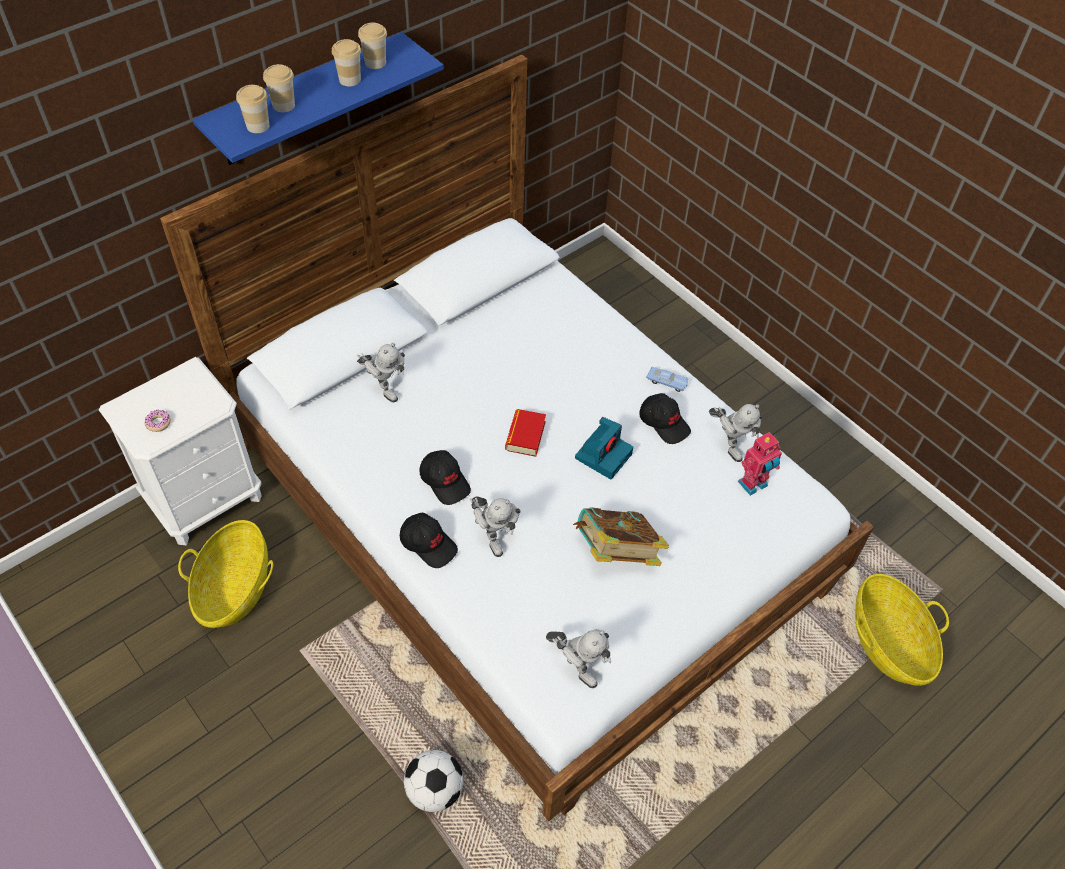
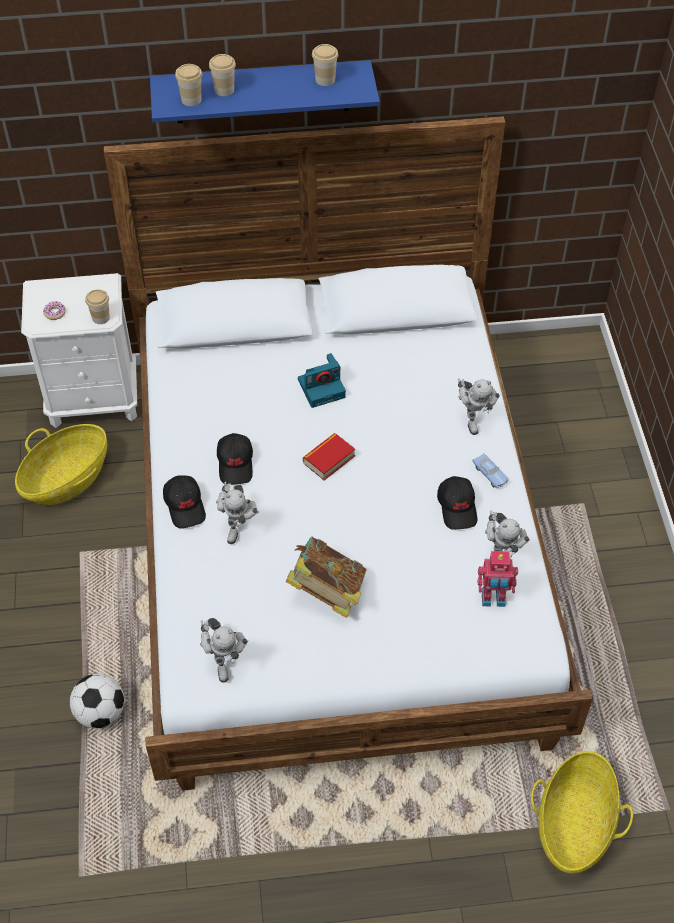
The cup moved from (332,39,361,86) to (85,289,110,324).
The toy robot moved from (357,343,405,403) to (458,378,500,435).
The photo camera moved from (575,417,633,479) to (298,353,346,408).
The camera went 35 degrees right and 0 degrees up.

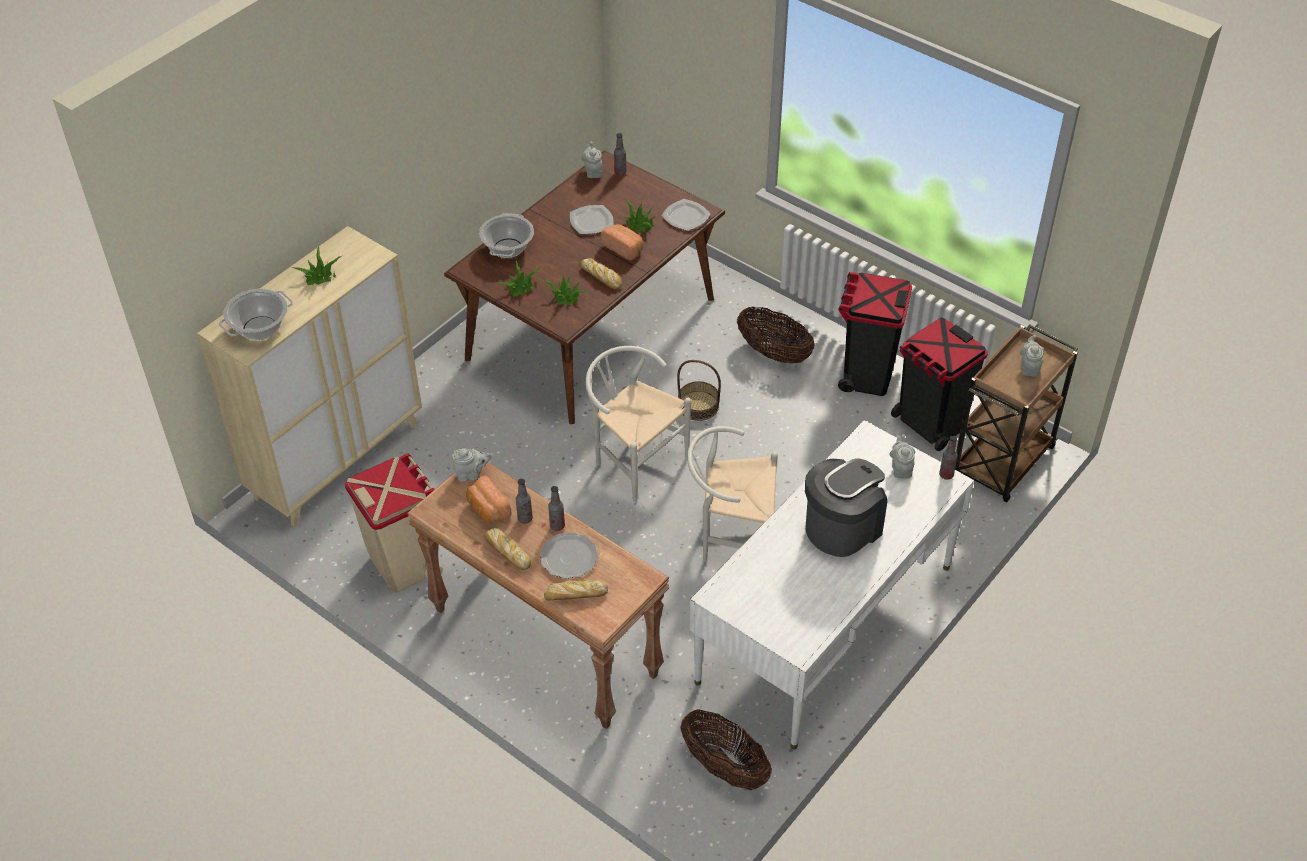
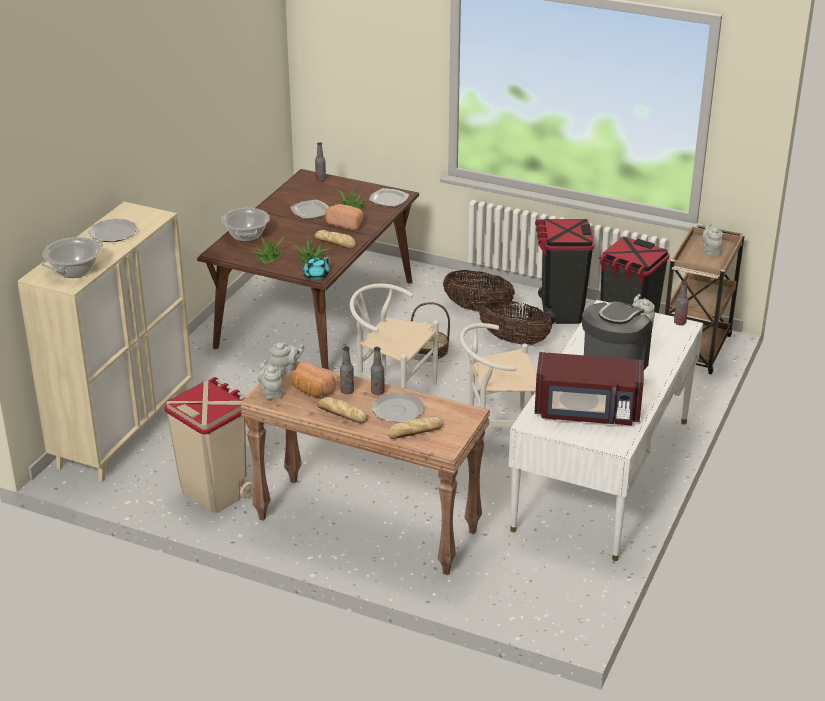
The teapot in turquoise at (301,257,330,280) appeared.
The microwave in red at (535,352,644,426) appeared.
The teapot in grey moved from (581,141,603,178) to (258,360,283,399).
The basket moved from (680,709,772,790) to (479,299,552,345).
The potted plant at (293,246,342,285) was replaced by the plate at (88,219,138,242).
The camera went 15 degrees left and 15 degrees down.

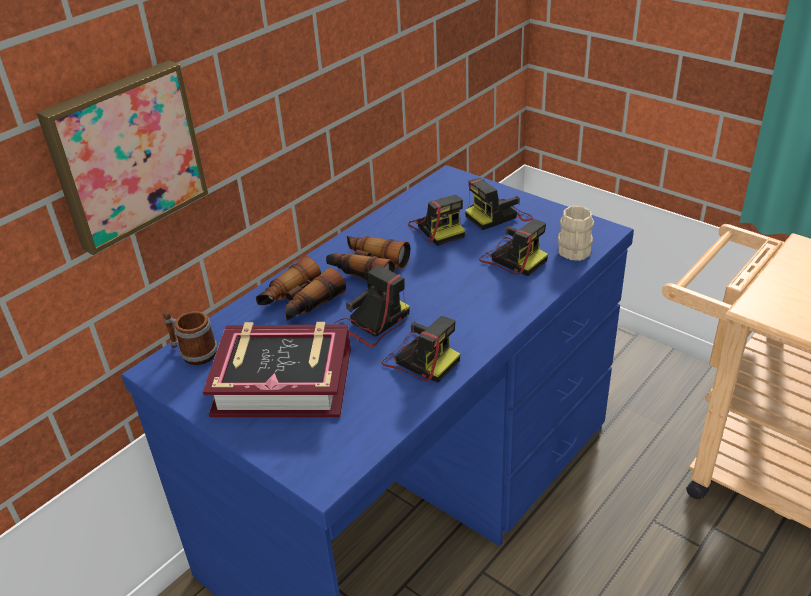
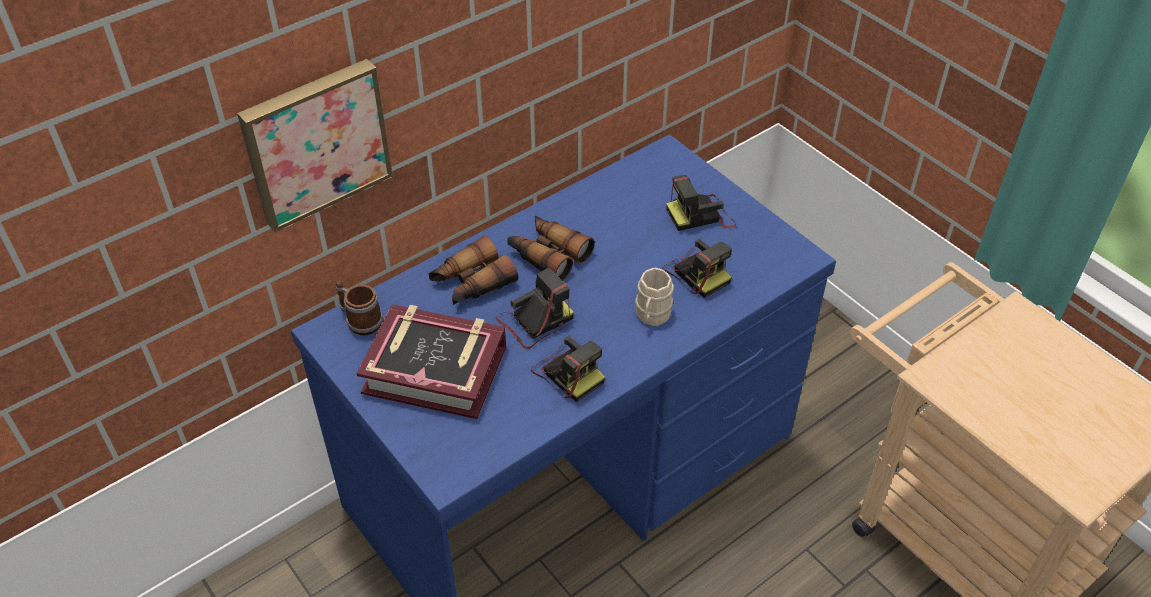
The photo camera at (408,195,465,246) disappeared.
The mug in beige moved from (558,206,594,261) to (635,268,674,326).
The camera went 10 degrees right and 10 degrees up.

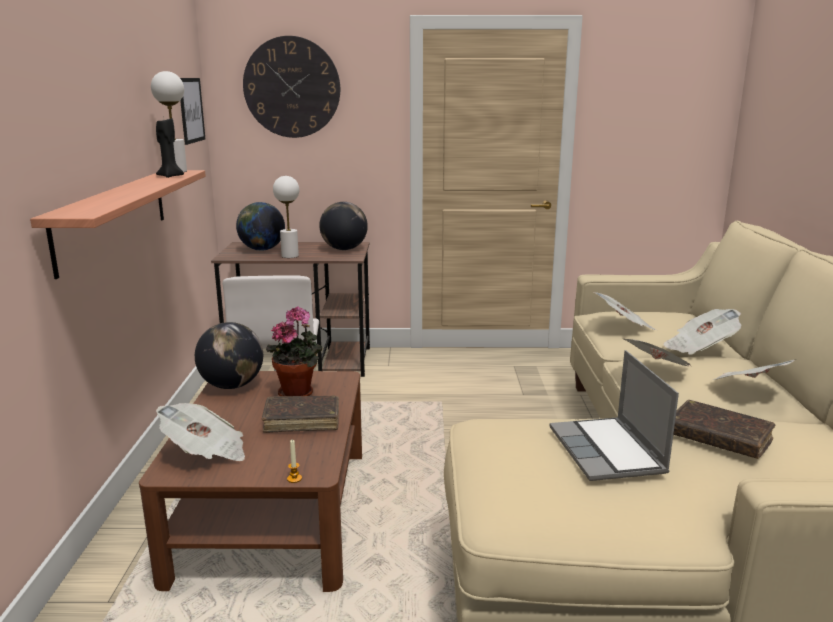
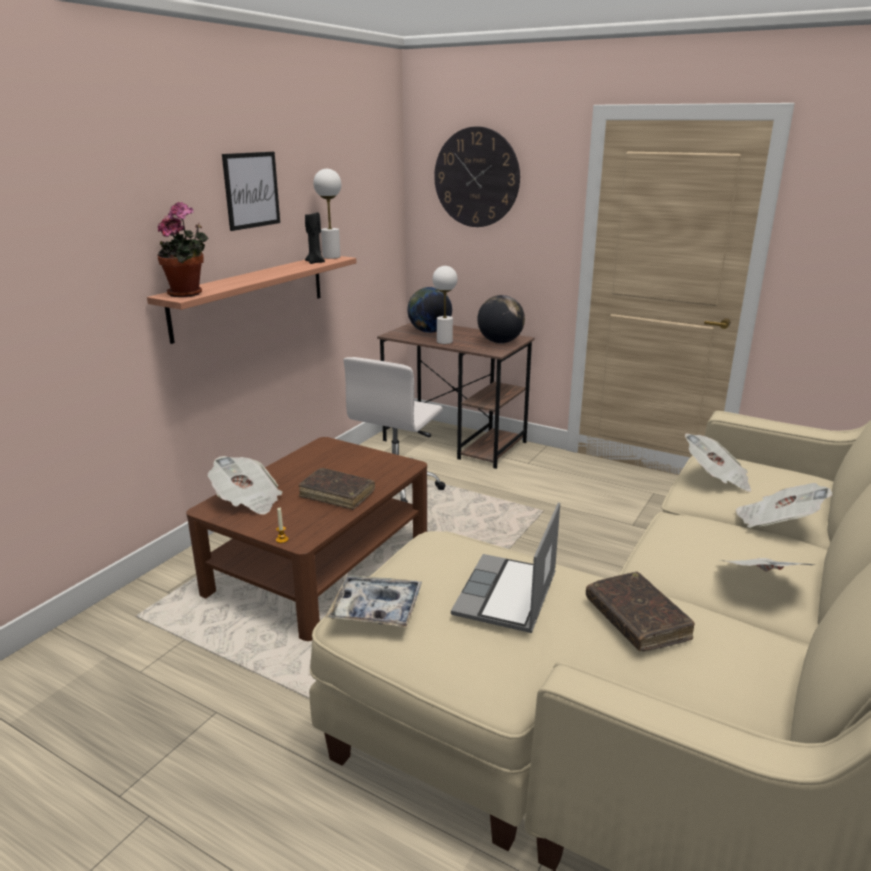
The globe at (195,322,263,389) disappeared.
The newspaper at (624,339,690,366) disappeared.
The tray at (325,575,422,628) appeared.
The picture moved from (180,78,205,145) to (222,152,280,231).
The potted plant moved from (266,306,322,396) to (157,202,209,297).
The camera went 30 degrees right and 5 degrees up.

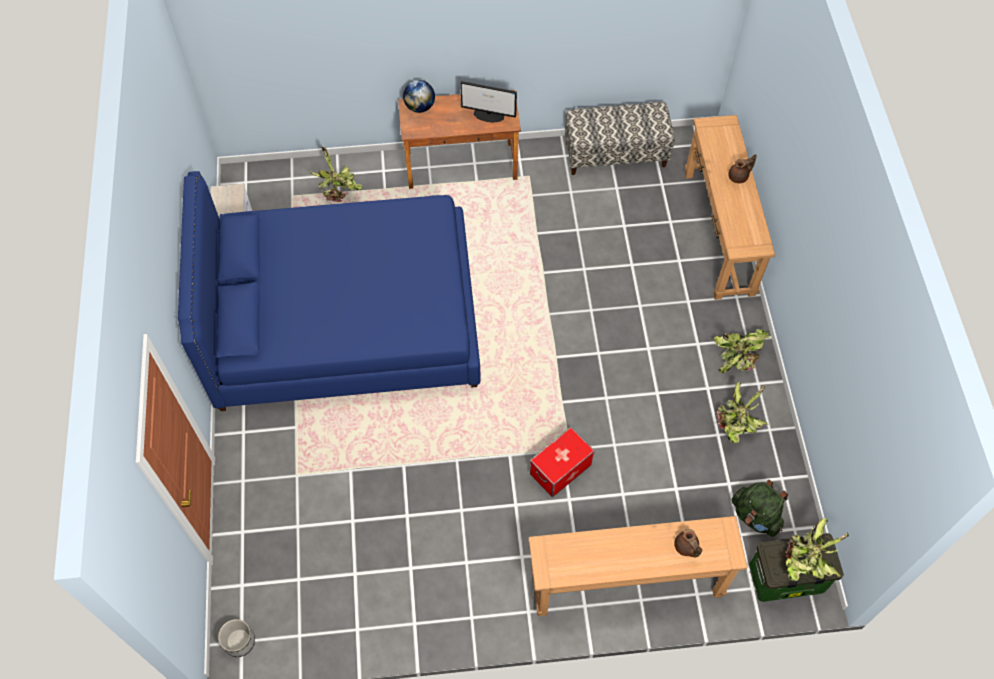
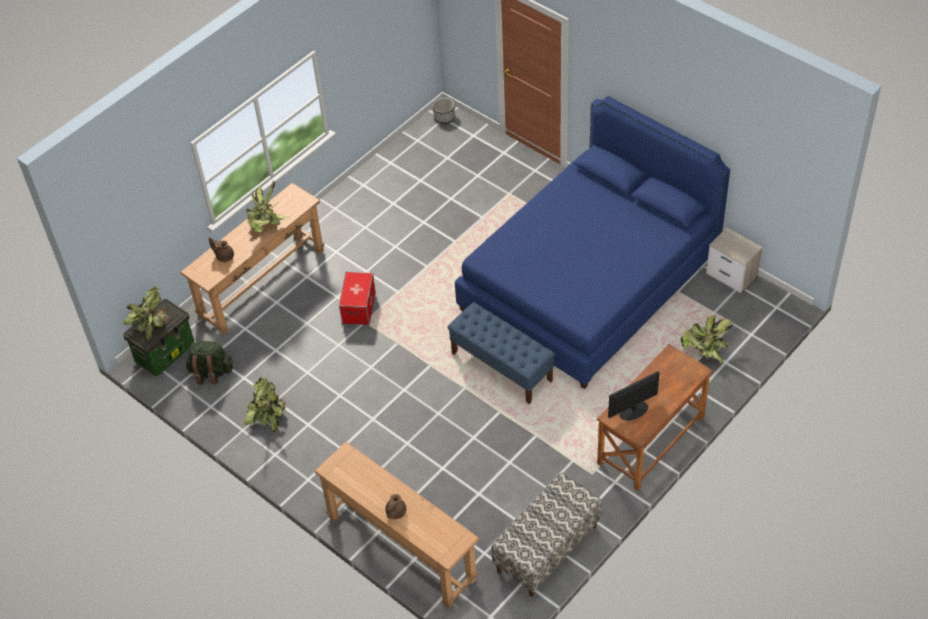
The globe at (403,80,435,113) disappeared.
The bench in blue at (447,302,555,404) appeared.
The potted plant moved from (714,329,770,373) to (246,181,291,232).
The camera went 140 degrees right and 10 degrees down.

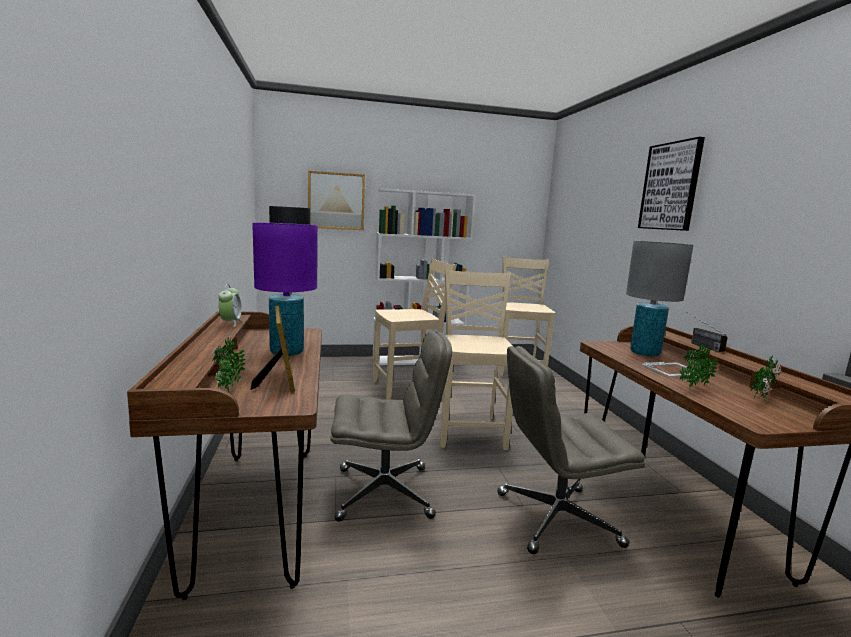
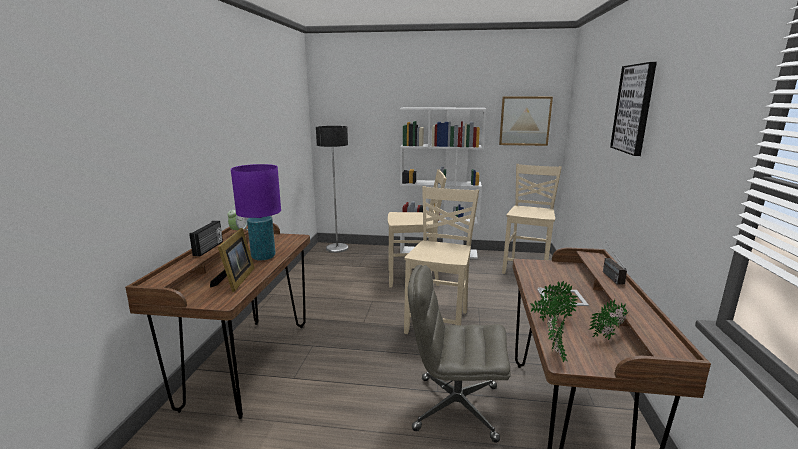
The office chair in grey at (330,331,452,522) disappeared.
The table lamp in grey at (626,241,693,357) disappeared.
The radio at (189,221,223,256) appeared.
The potted plant moved from (212,338,245,393) to (547,308,568,362).
The picture moved from (308,170,365,230) to (499,97,553,146).
The camera went 20 degrees right and 5 degrees up.

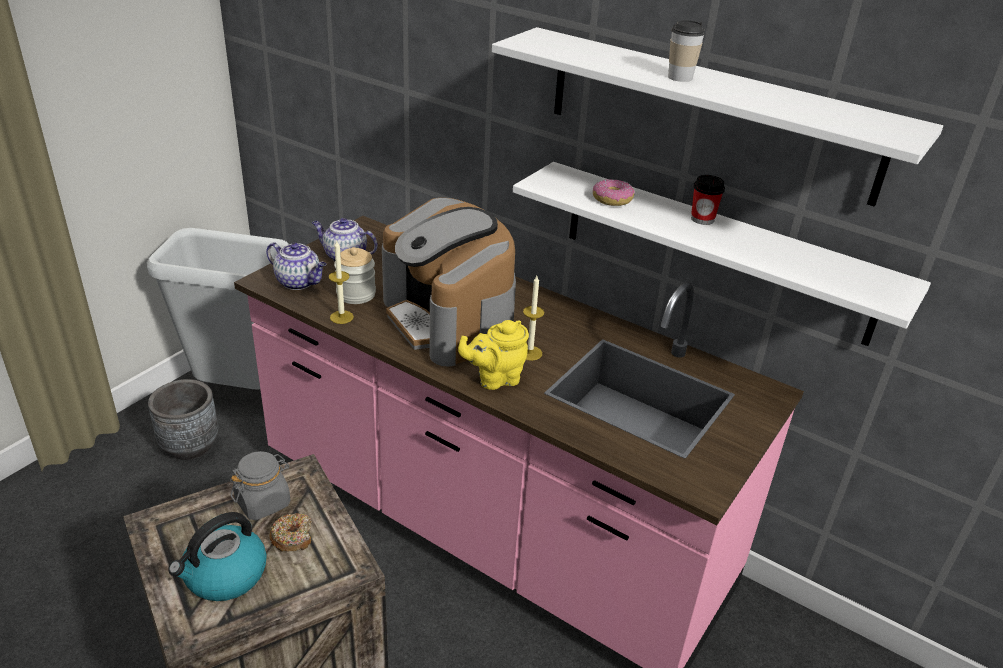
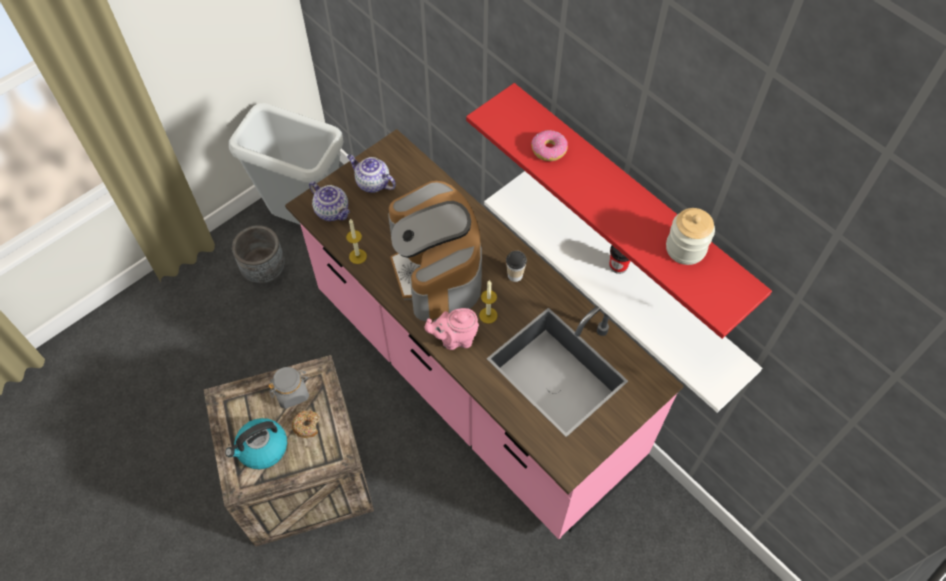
The jar moved from (334,247,376,304) to (666,208,715,265).
The donut moved from (593,179,635,206) to (531,130,568,161).
The cup moved from (668,20,705,82) to (506,251,527,282).
The teapot in yellow at (458,320,529,390) became the teapot in pink at (425,308,479,350).
The shelf in white at (492,27,943,207) became the shelf in red at (466,83,772,339).
The camera went 15 degrees right and 25 degrees up.

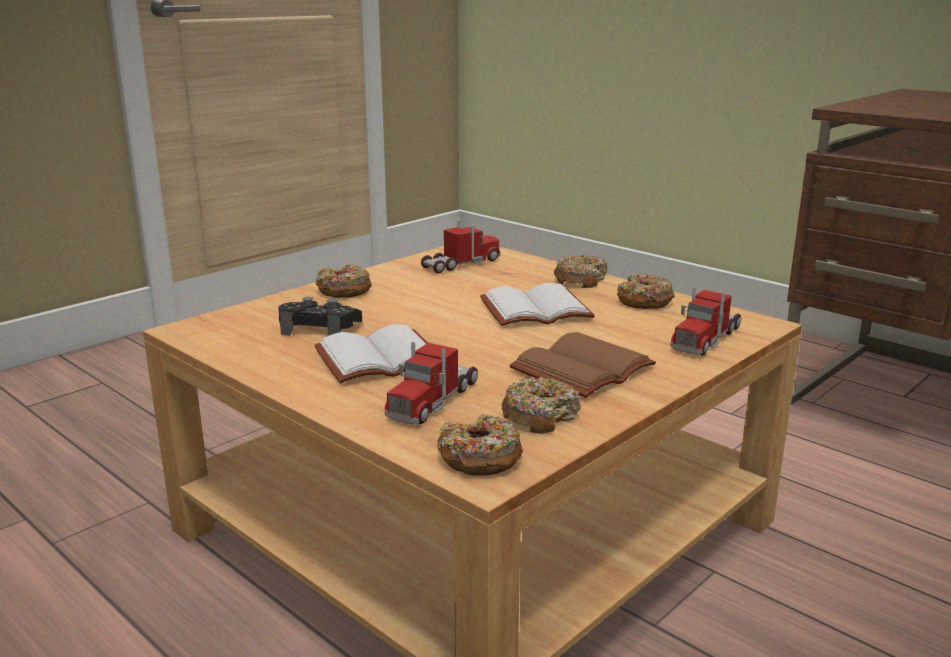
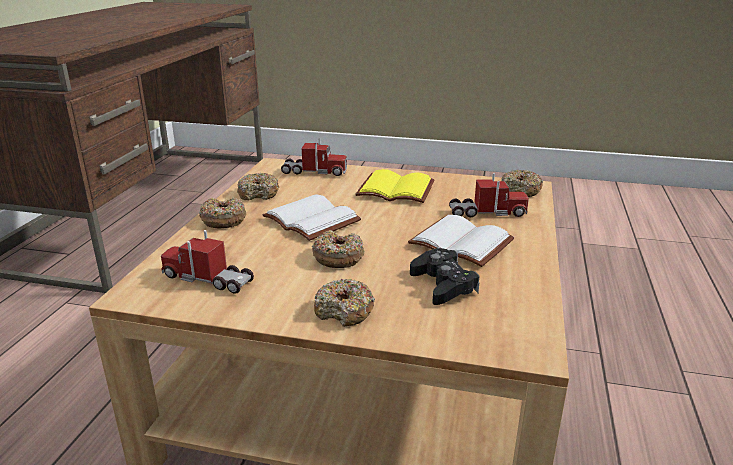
The donut moved from (501,377,581,433) to (312,230,364,268).
The book in brown at (509,332,656,398) became the book in yellow at (355,169,435,203).
The camera went 120 degrees left and 5 degrees up.

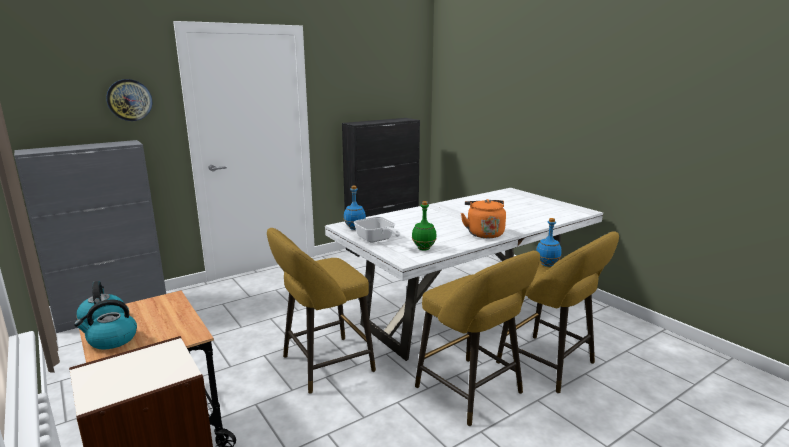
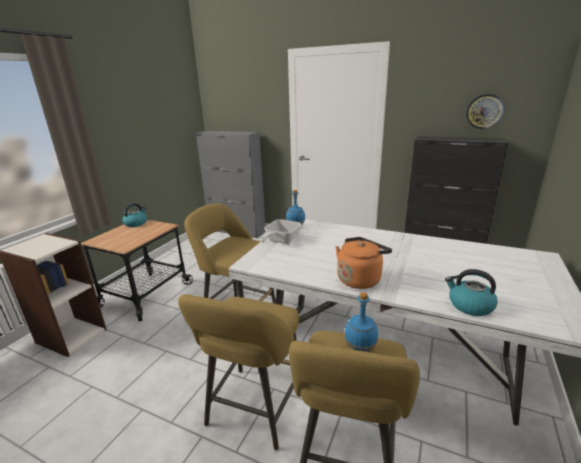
The bottle in green at (412,201,437,251) disappeared.
The kettle moved from (74,299,137,350) to (445,269,498,316).
The wall clock moved from (106,79,152,121) to (466,94,505,129).
The camera went 60 degrees right and 5 degrees up.

